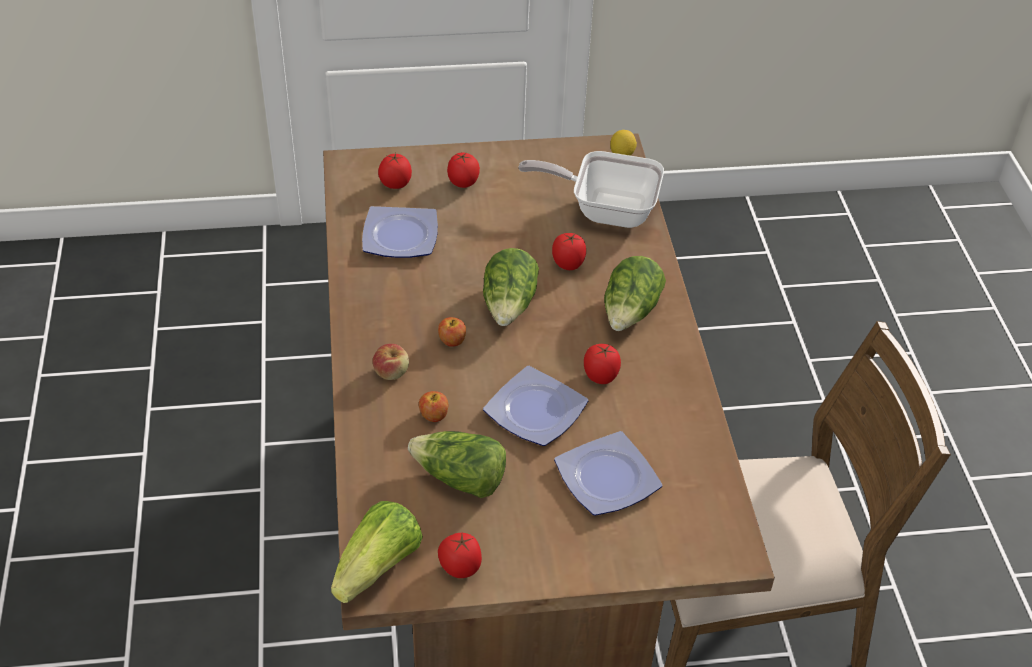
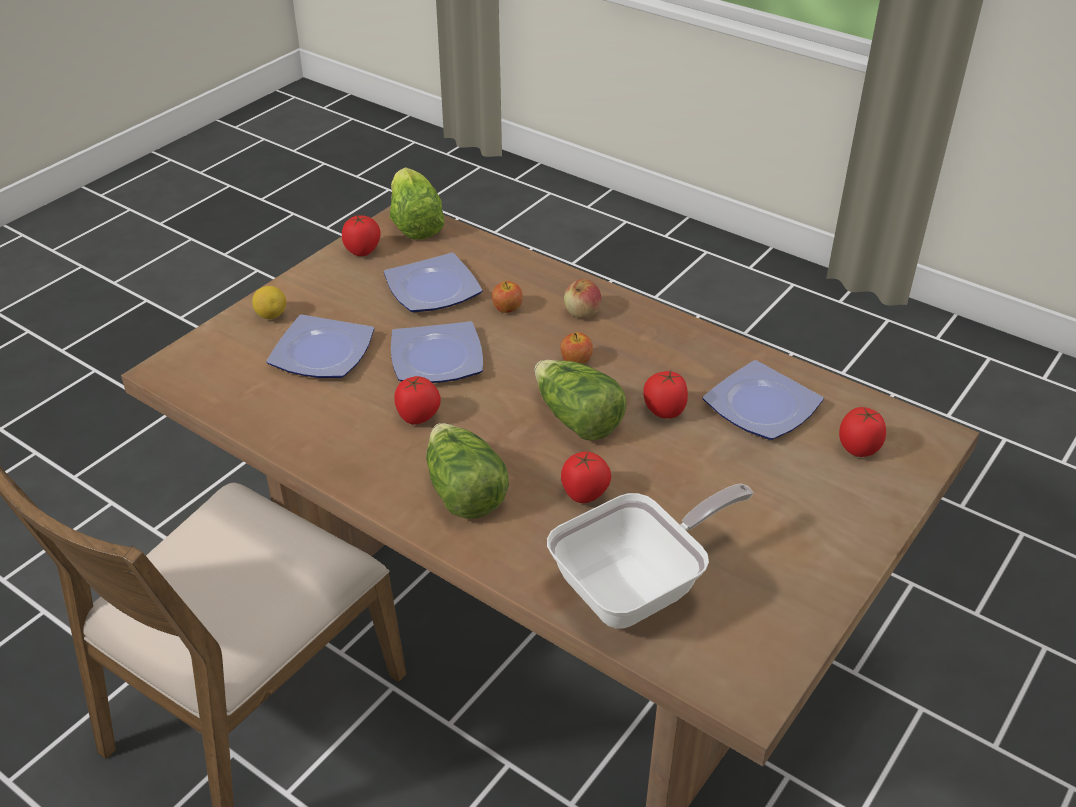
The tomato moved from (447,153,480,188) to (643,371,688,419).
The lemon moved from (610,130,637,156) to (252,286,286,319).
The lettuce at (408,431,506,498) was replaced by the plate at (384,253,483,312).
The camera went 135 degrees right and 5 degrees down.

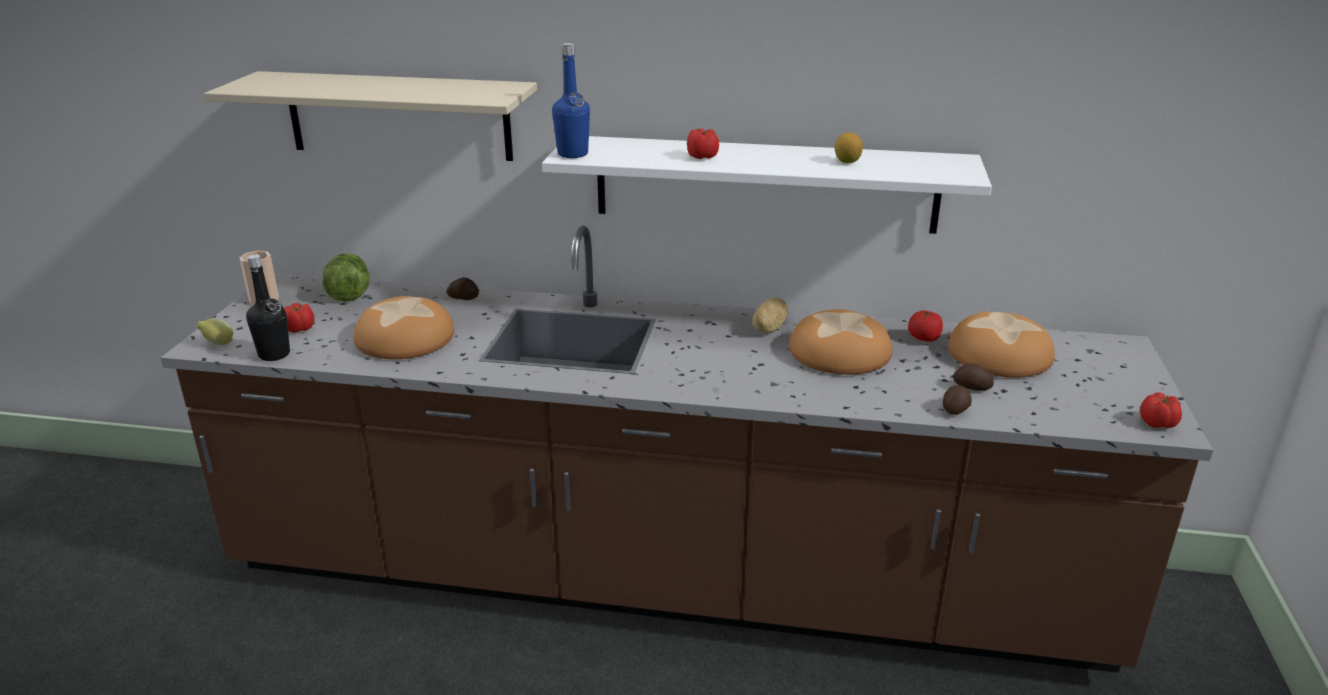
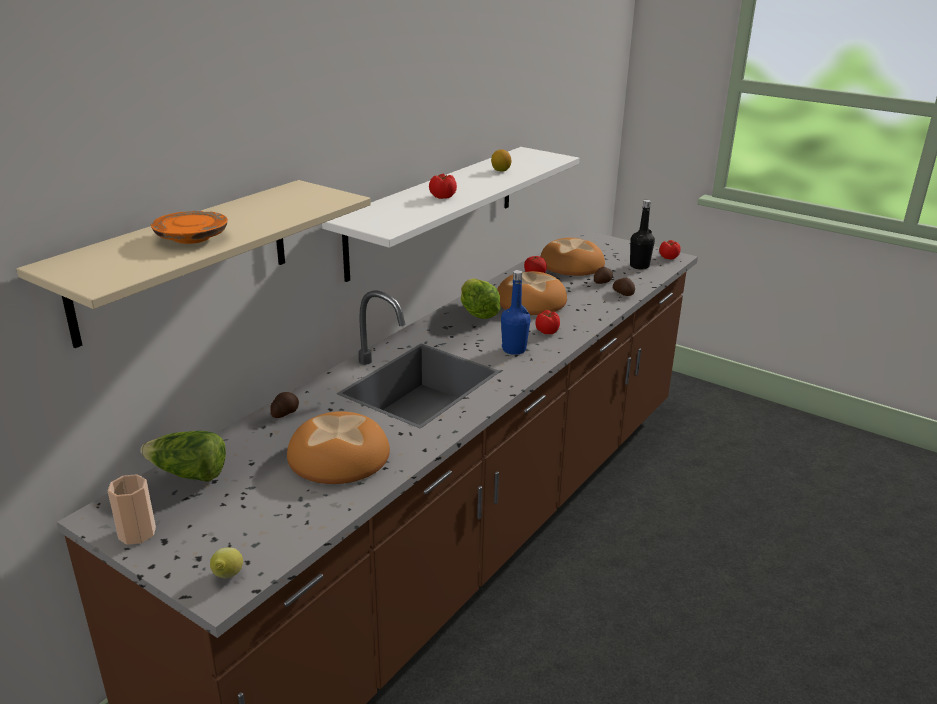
The plate in orange at (151,211,228,244) appeared.
The bottle in black moved from (246,254,290,361) to (630,200,655,270).
The tomato moved from (284,303,314,333) to (535,310,560,334).
The bottle in blue moved from (552,43,590,158) to (501,270,530,355).
The potato at (752,297,788,333) was replaced by the lettuce at (461,278,501,319).
The camera went 65 degrees left and 0 degrees up.

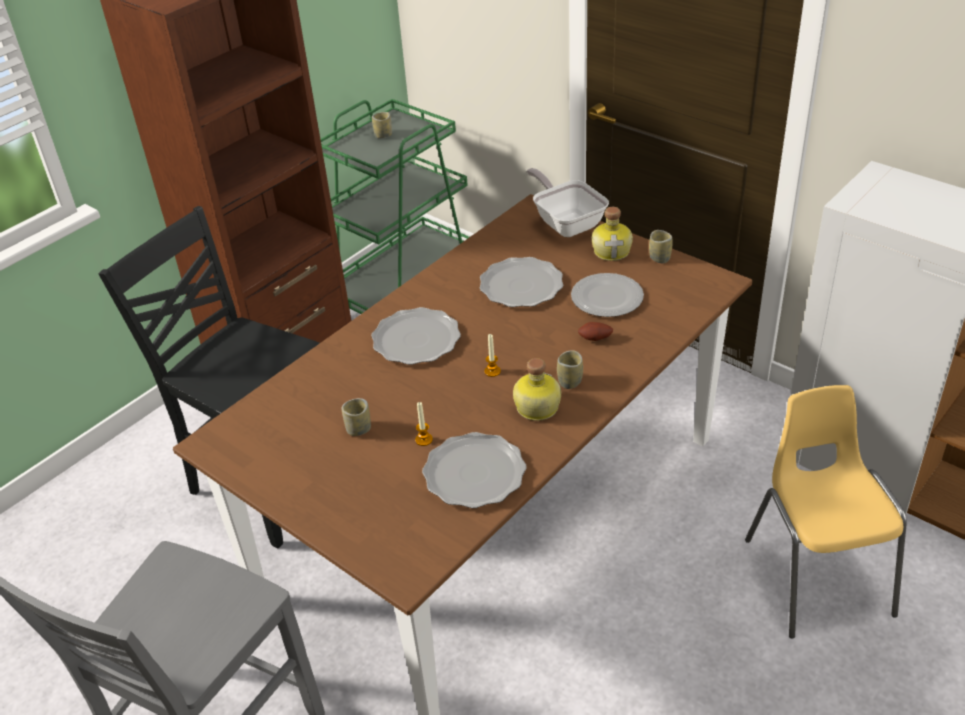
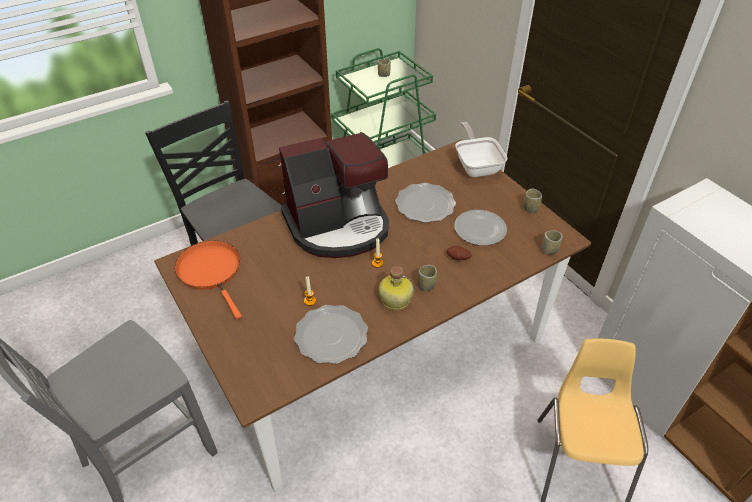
The bottle at (592,207,633,261) disappeared.
The frying pan in orange at (175,241,242,319) appeared.
The cup moved from (341,398,371,436) to (541,230,563,255).
The plate at (371,307,461,365) was replaced by the coffee machine at (279,132,389,258).
The camera went 15 degrees right and 5 degrees up.

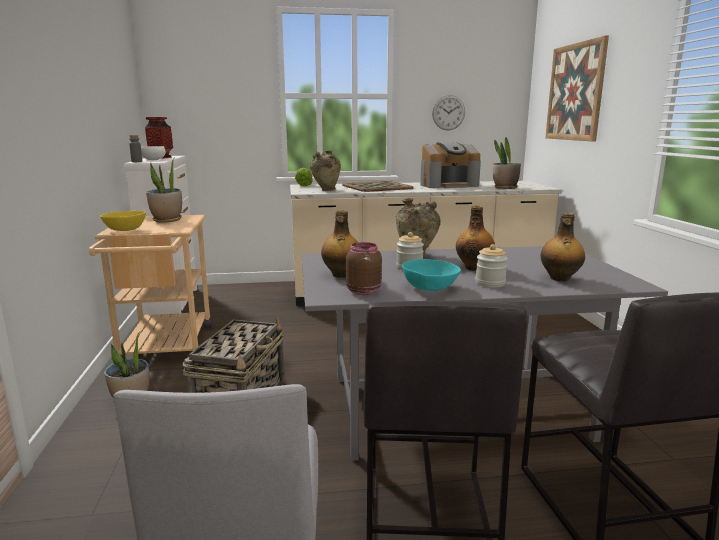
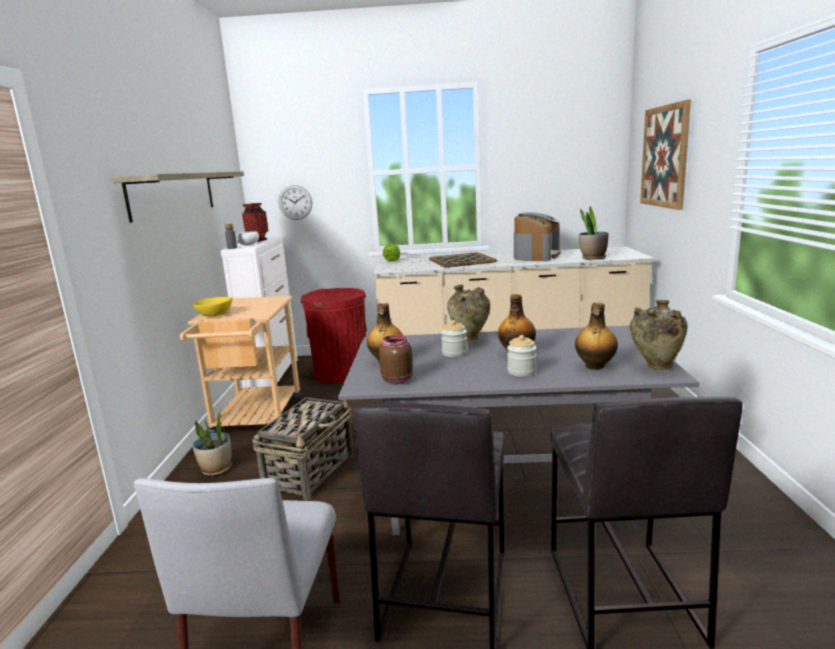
The potted plant at (146,159,182,223) disappeared.
The bowl in turquoise at (402,259,461,291) disappeared.
The shelf at (111,172,244,223) appeared.
The trash can in red at (301,288,367,383) appeared.
The vase in beige moved from (310,150,341,191) to (630,300,688,370).
The wall clock moved from (432,95,465,130) to (279,185,312,220).
The coffee machine at (420,142,481,188) turned 60 degrees counterclockwise.
The camera went 10 degrees right and 0 degrees up.

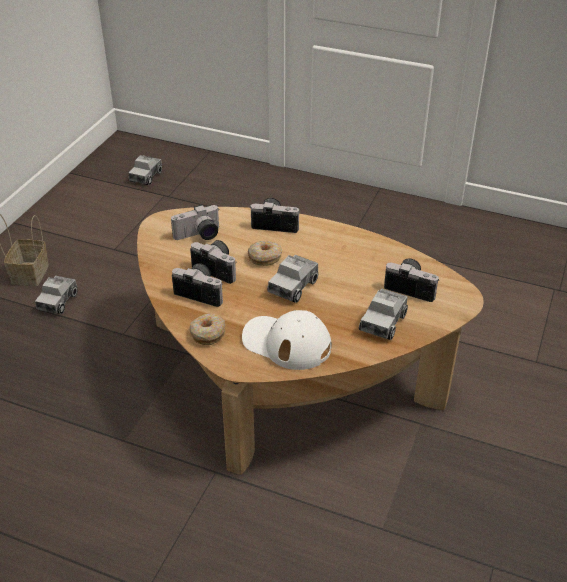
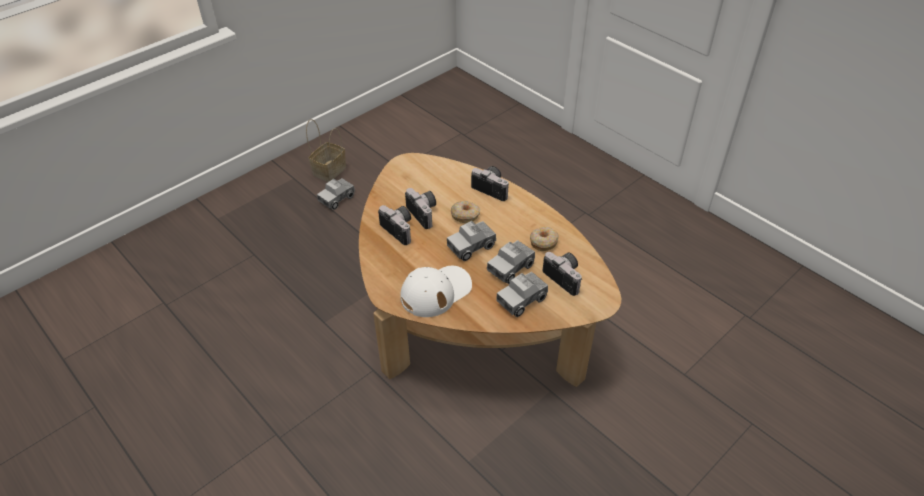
The photo camera at (171,205,219,240) disappeared.
The toy truck moved from (129,155,162,185) to (487,240,535,284).
The donut moved from (190,314,225,345) to (530,227,559,251).
The cap in white at (242,310,332,370) turned 90 degrees clockwise.
The camera went 25 degrees right and 5 degrees up.

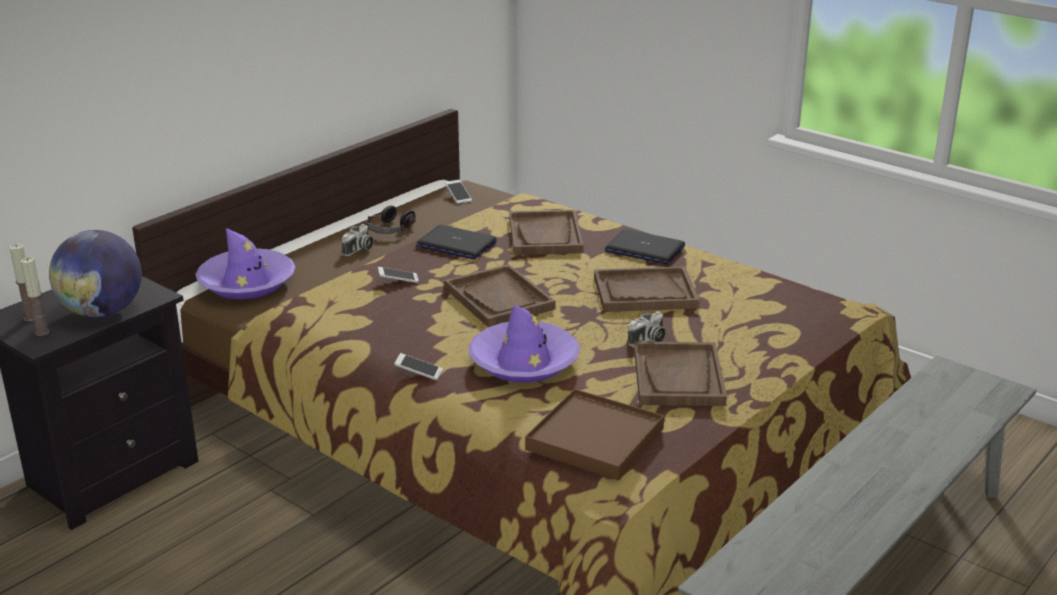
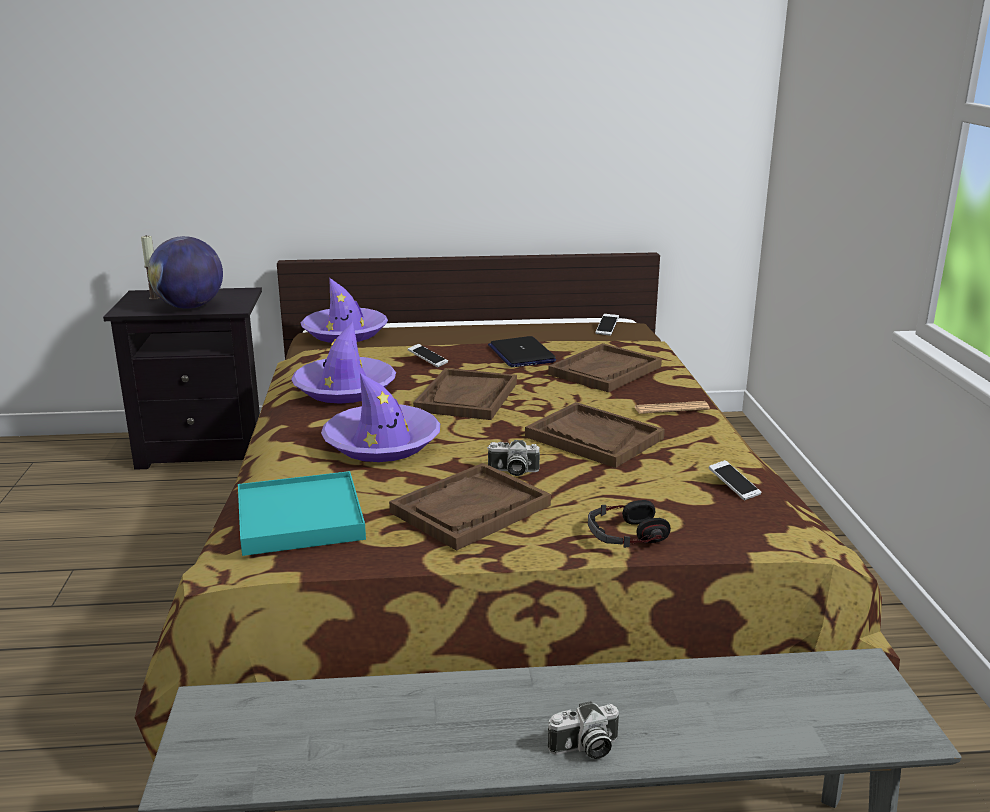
The candle at (21,257,49,336) disappeared.
The hat in purple at (291,322,396,404) appeared.
The photo camera moved from (342,224,373,256) to (548,701,619,759).
The headphones moved from (366,205,416,234) to (588,500,671,548).
The phone moved from (394,353,443,380) to (709,460,762,500).
The laptop at (605,229,685,265) was replaced by the newspaper at (635,401,710,414).
The tray in brown at (525,389,664,480) became the tray in turquoise at (238,471,366,556).
The camera went 45 degrees right and 5 degrees down.

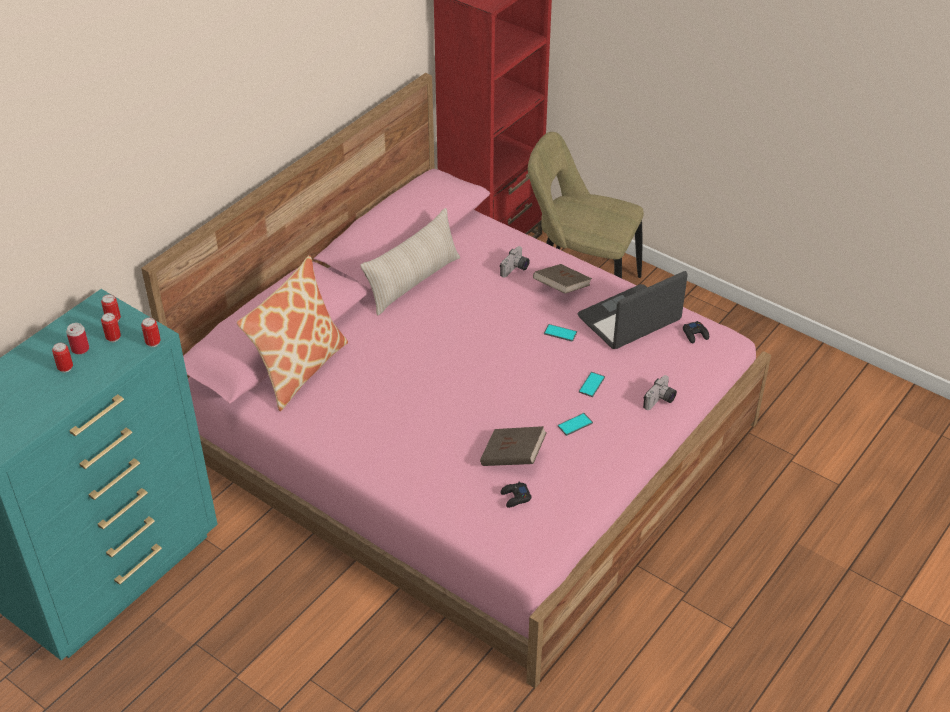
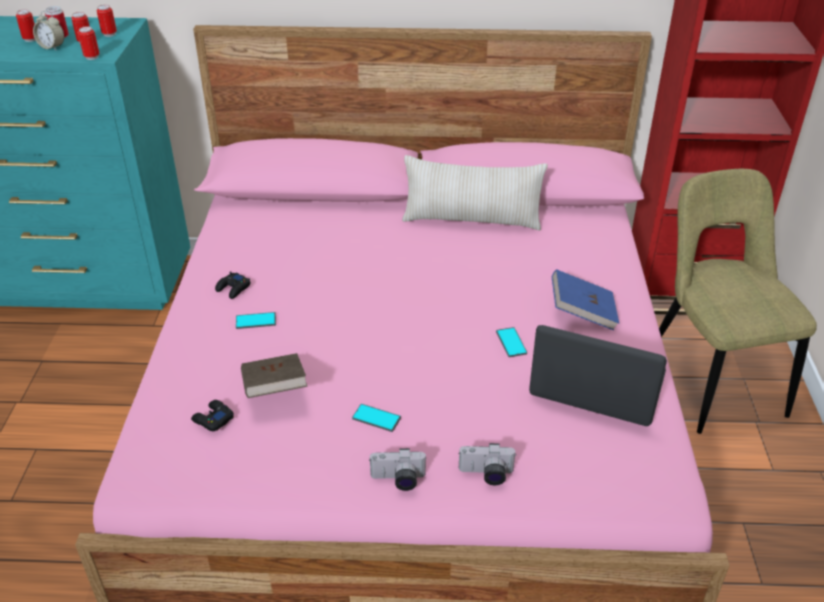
The pillow at (237,255,348,411) disappeared.
The alarm clock at (33,11,64,50) appeared.
The photo camera moved from (500,246,530,278) to (370,448,427,491).
The phone moved from (579,372,605,397) to (236,312,276,329).
The game controller in black moved from (683,321,709,343) to (215,271,250,299).
The book in brown at (533,264,592,293) became the book in blue at (552,269,619,330).
The camera went 55 degrees right and 5 degrees down.

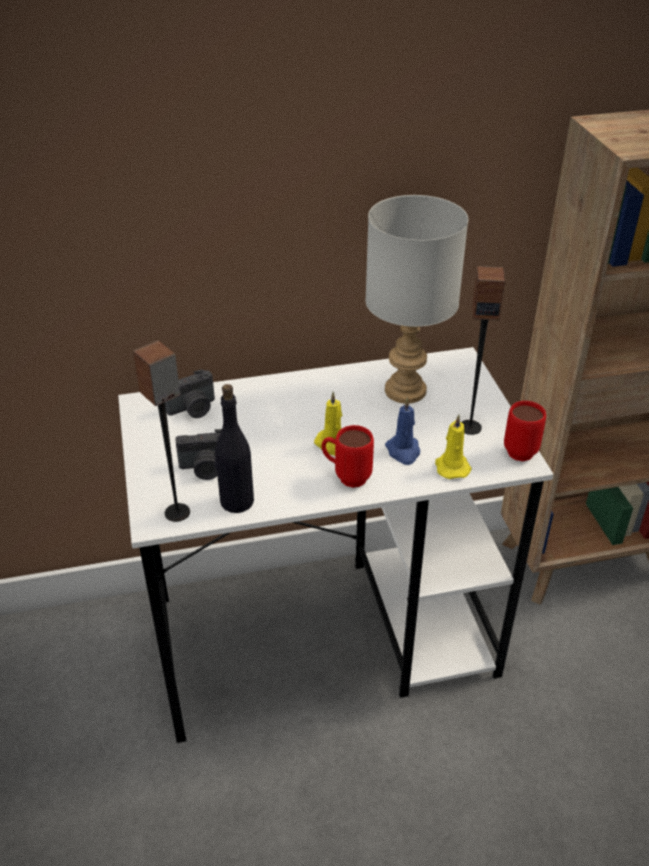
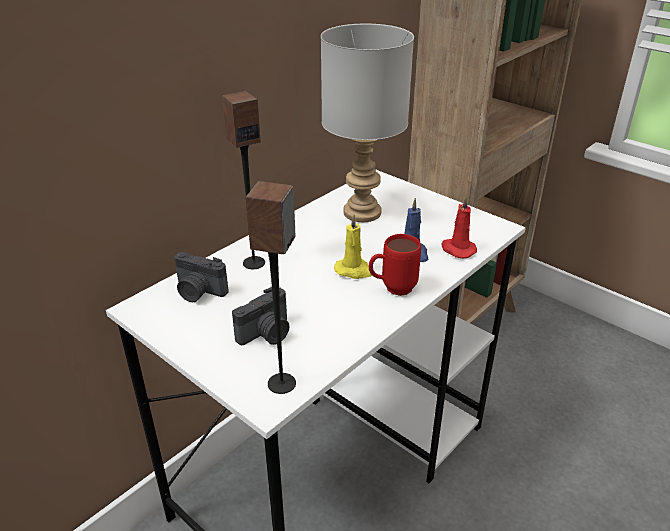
The bottle in black at (215,384,254,513) disappeared.
The mug in red at (504,401,546,461) disappeared.
The speaker moved from (462,266,505,435) to (222,91,265,269).
The candle in yellow at (435,414,472,479) became the candle in red at (442,196,477,258).
The photo camera at (165,369,215,418) turned 90 degrees clockwise.
The camera went 35 degrees left and 5 degrees down.

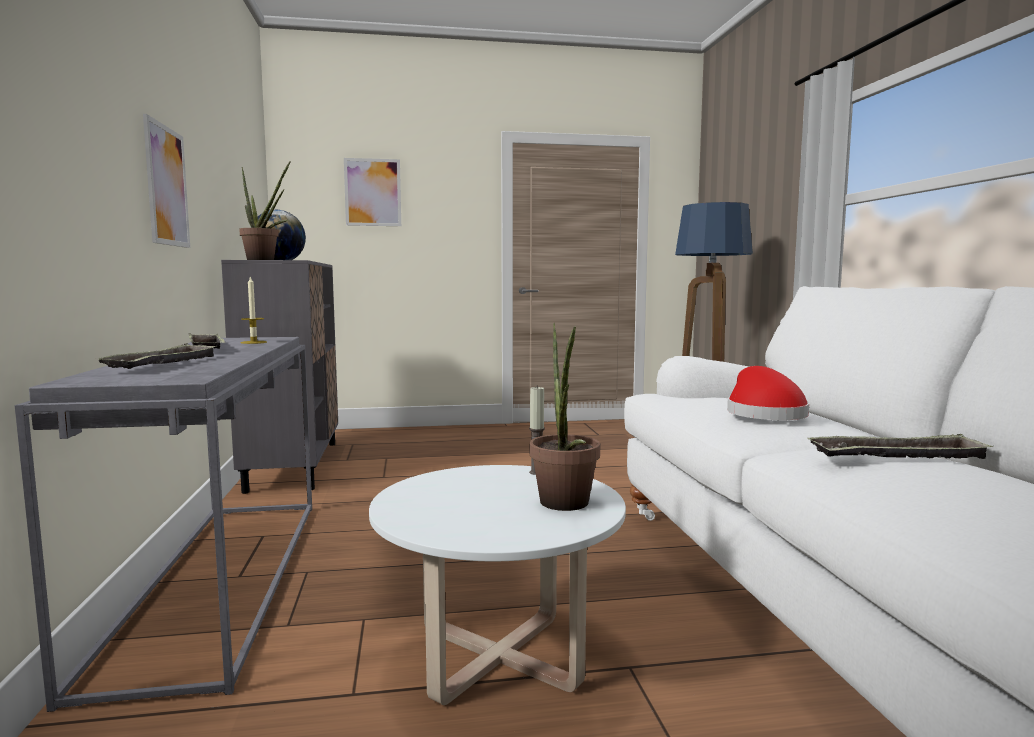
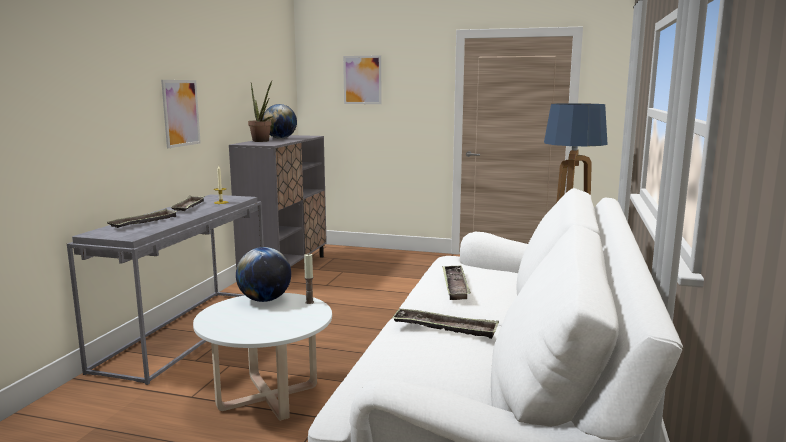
The potted plant at (530,323,600,511) disappeared.
The globe at (236,247,291,302) appeared.
The hat in red at (727,366,809,420) was replaced by the tray at (442,265,471,300).
The camera went 25 degrees right and 5 degrees up.

